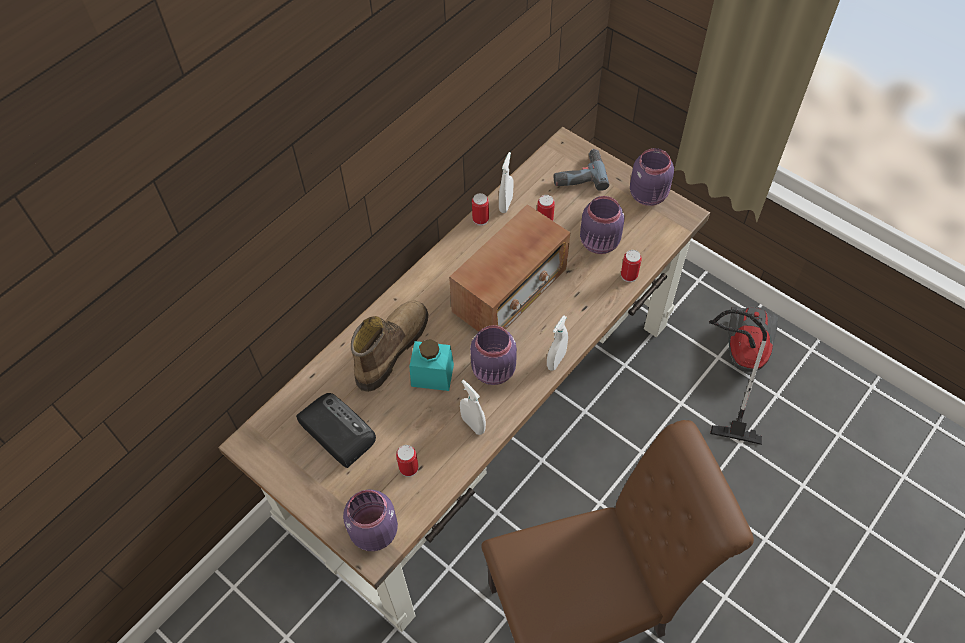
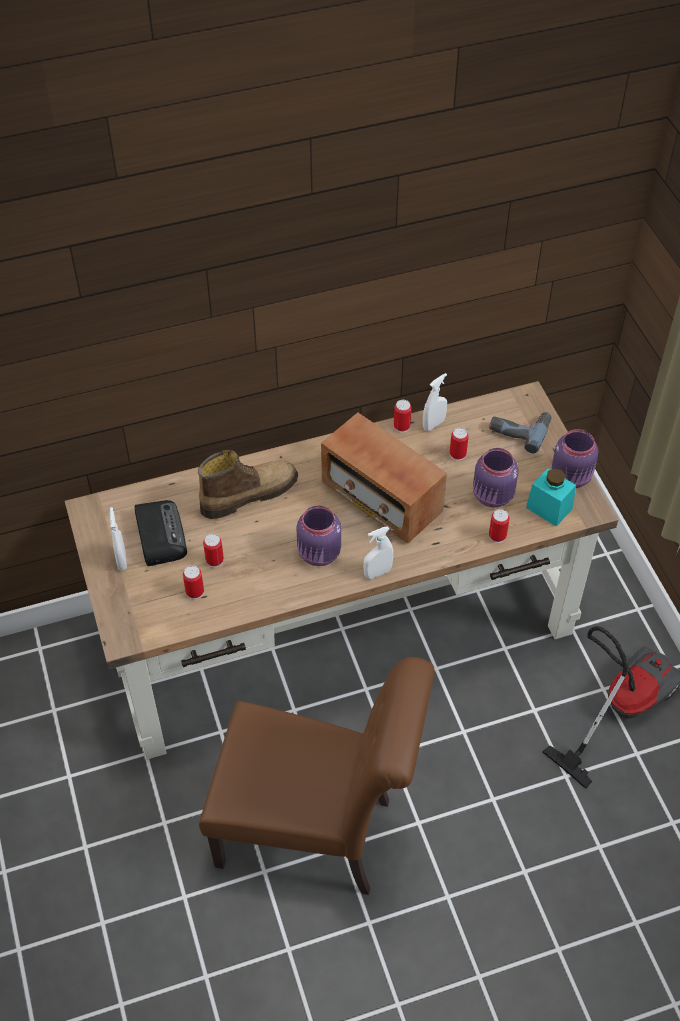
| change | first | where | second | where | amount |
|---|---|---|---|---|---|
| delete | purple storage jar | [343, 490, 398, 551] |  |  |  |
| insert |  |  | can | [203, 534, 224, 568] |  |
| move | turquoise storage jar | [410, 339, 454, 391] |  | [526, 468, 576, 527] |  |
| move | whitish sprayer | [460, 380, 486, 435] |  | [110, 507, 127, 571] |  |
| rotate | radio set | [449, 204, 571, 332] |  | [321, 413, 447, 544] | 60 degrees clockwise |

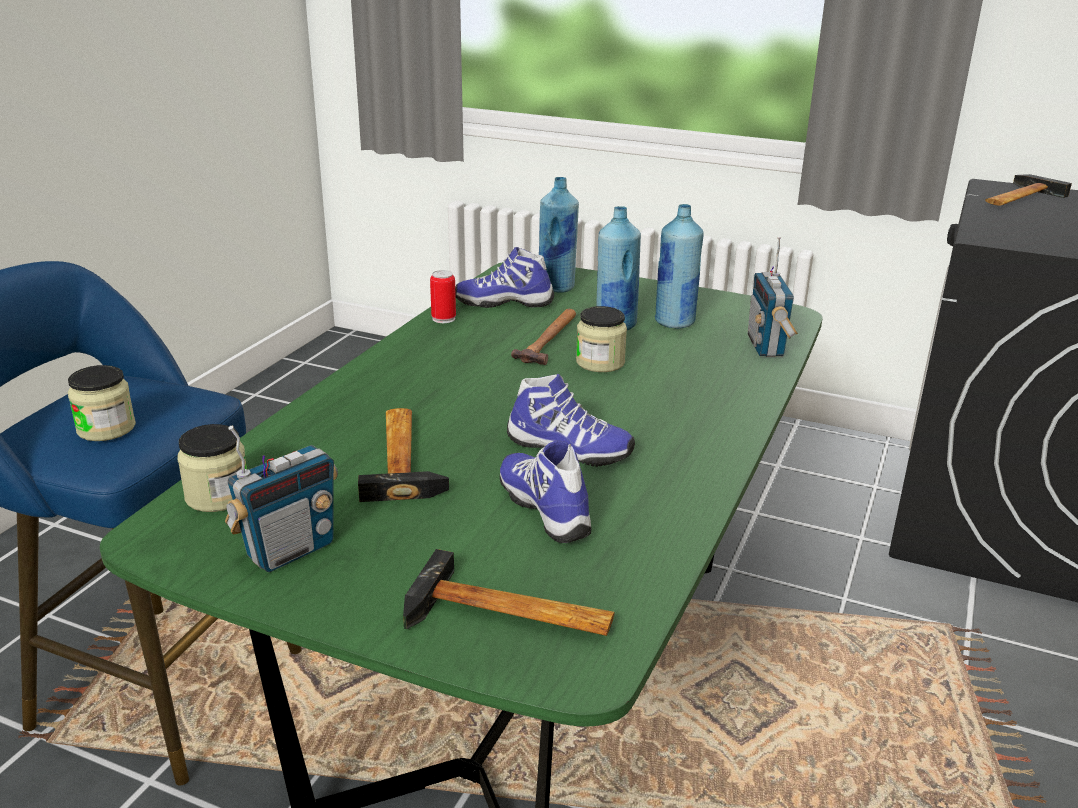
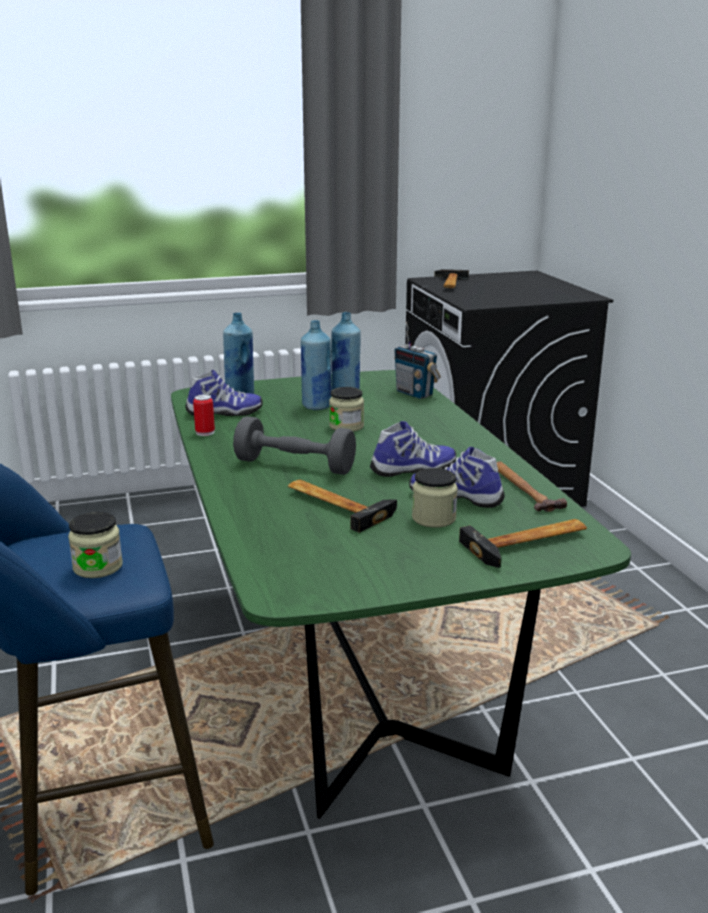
| change | first | where | second | where | amount |
|---|---|---|---|---|---|
| delete | radio set | [225, 426, 338, 572] |  |  |  |
| insert |  |  | greyish free weight | [233, 416, 356, 475] |  |
| move | storage jar | [177, 424, 247, 512] |  | [412, 468, 458, 528] |  |
| move | tool hammer | [511, 309, 576, 365] |  | [497, 461, 567, 512] |  |
| rotate | shoe | [455, 247, 554, 308] |  | [185, 370, 263, 416] | 150 degrees counterclockwise |

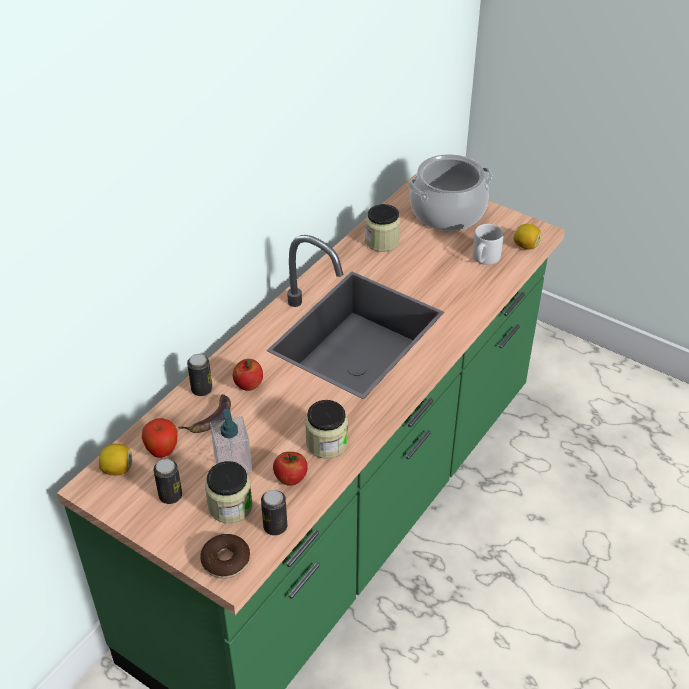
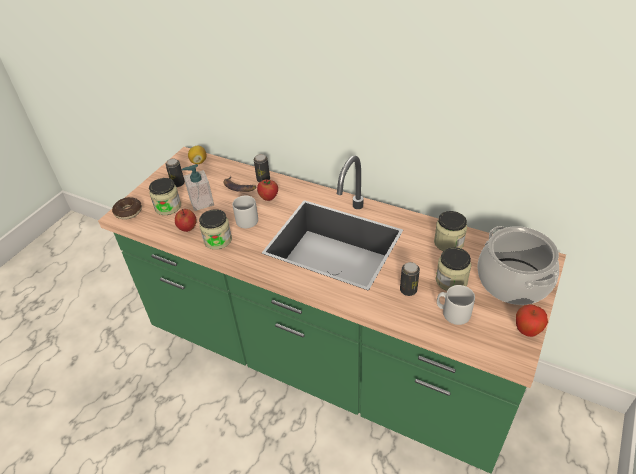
| change | first | where | second | where | amount |
|---|---|---|---|---|---|
| delete | citrus fruit | [514, 224, 541, 250] |  |  |  |
| insert |  |  | greyish mug | [232, 195, 258, 228] |  |
| insert |  |  | storage jar | [436, 247, 471, 291] |  |
| move | whole apple | [142, 418, 178, 458] |  | [516, 304, 548, 337] |  |
| move | can | [261, 490, 287, 536] |  | [400, 262, 420, 296] |  |

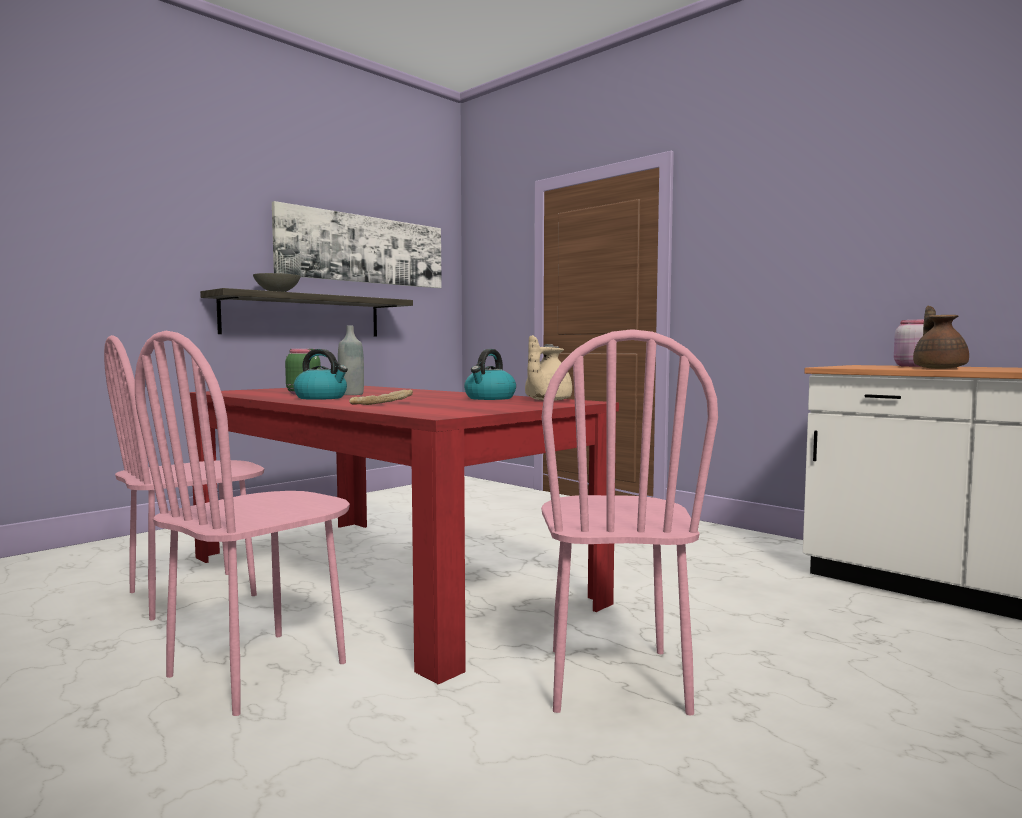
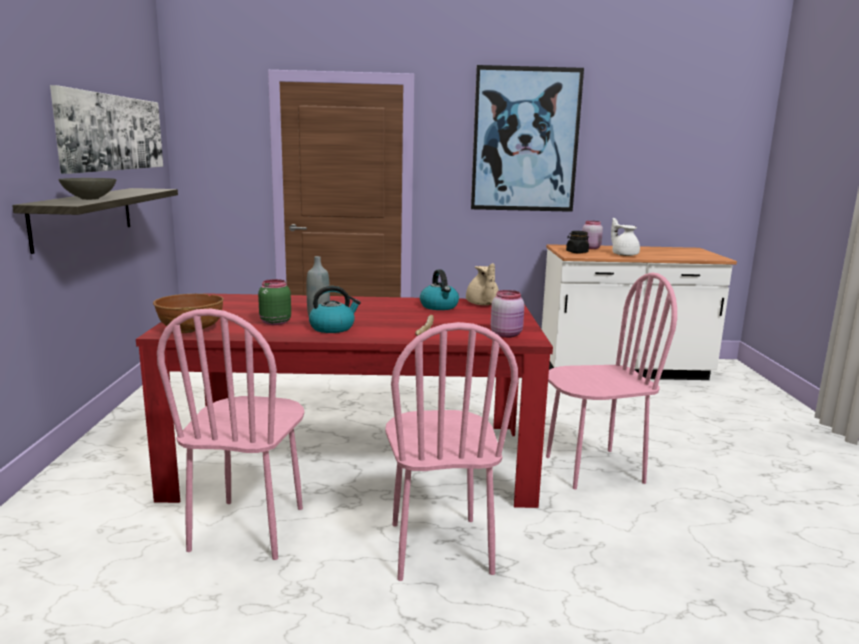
| change | first | where | second | where | amount |
|---|---|---|---|---|---|
| insert |  |  | brownish serving bowl | [153, 294, 224, 333] |  |
| insert |  |  | picture | [471, 65, 584, 212] |  |
| insert |  |  | pink storage jar | [491, 290, 524, 338] |  |
| insert |  |  | black storage jar | [566, 231, 589, 253] |  |
| recolor | brownish teapot | [913, 306, 969, 369] | whitish teapot | [611, 218, 640, 256] |  |
| rotate | pink chair | [541, 329, 718, 715] |  | [546, 272, 677, 490] | 60 degrees counterclockwise |

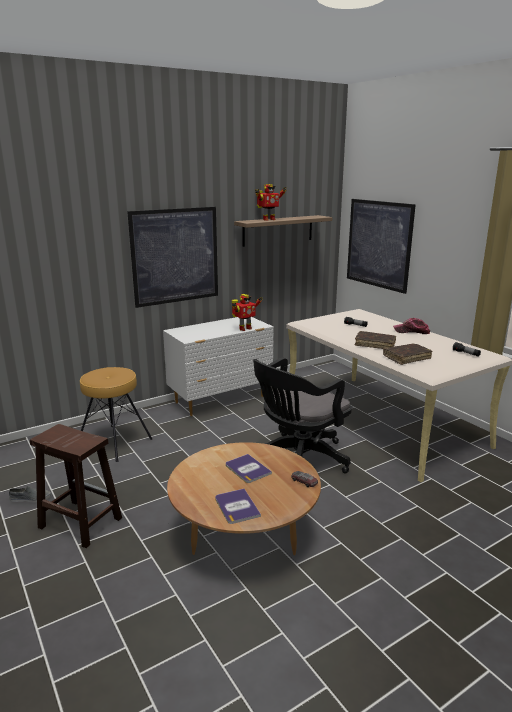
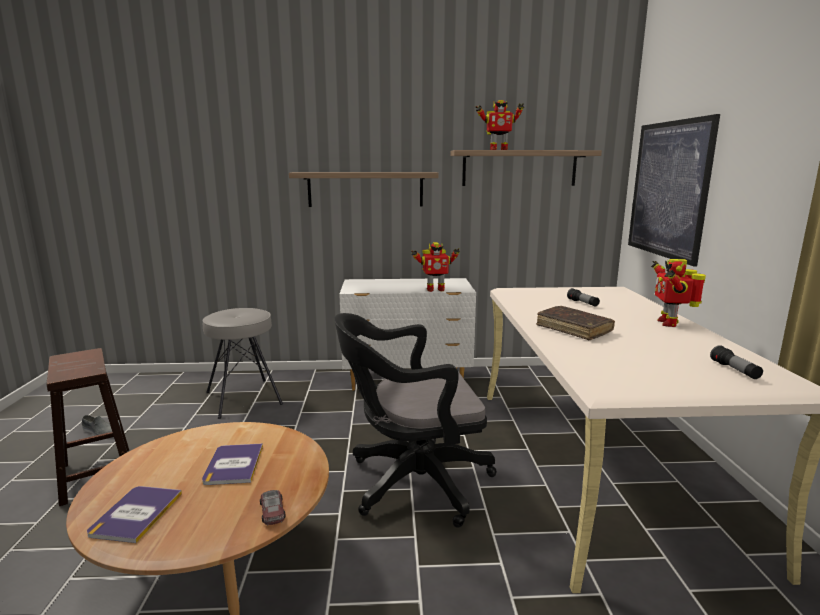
| change | first | where | second | where | amount |
|---|---|---|---|---|---|
| delete | brownish book | [383, 344, 432, 365] |  |  |  |
| replace | picture | [127, 207, 218, 308] | bracket shelf | [289, 172, 439, 207] |  |
| replace | cap | [393, 318, 430, 334] | toy robot | [651, 259, 706, 327] |  |
| recolor | brownish sitting stool | [80, 367, 152, 462] | greyish sitting stool | [202, 308, 283, 419] |  |

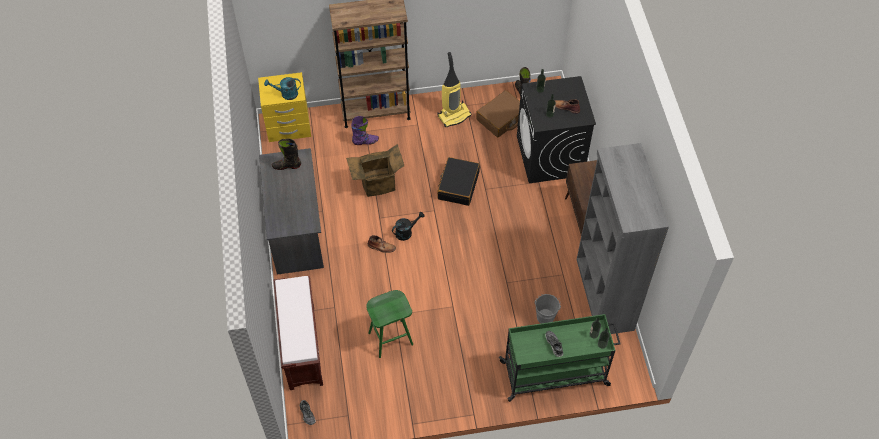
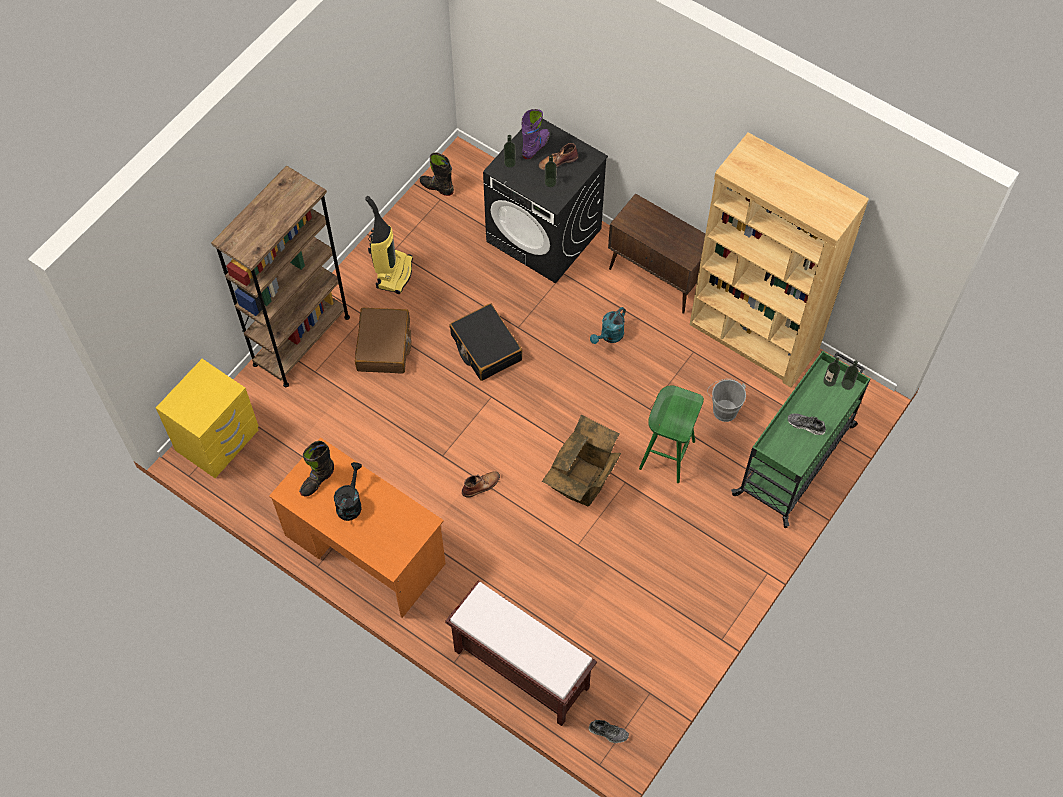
| change | first | where | second | where | amount |
|---|---|---|---|---|---|
| move | turquoise watering pot | [264, 77, 301, 100] |  | [590, 307, 626, 344] |  |
| move | carton | [346, 144, 404, 197] |  | [542, 414, 621, 506] |  |
| move | purple high-top boot | [351, 116, 379, 145] |  | [522, 109, 550, 159] |  |
| move | greenish sitting stool | [366, 290, 413, 358] |  | [639, 386, 704, 483] |  |
| move | black watering pot | [392, 212, 425, 241] |  | [334, 462, 362, 521] |  |
| move | brownish piece of luggage | [476, 90, 520, 137] |  | [355, 308, 411, 374] |  |
| recolor | greyish desk | [259, 148, 324, 275] | orange-coloured desk | [269, 437, 446, 618] |  |
| recolor | greyish bookshelf | [577, 143, 669, 334] | brownish bookshelf | [690, 132, 869, 388] |  |

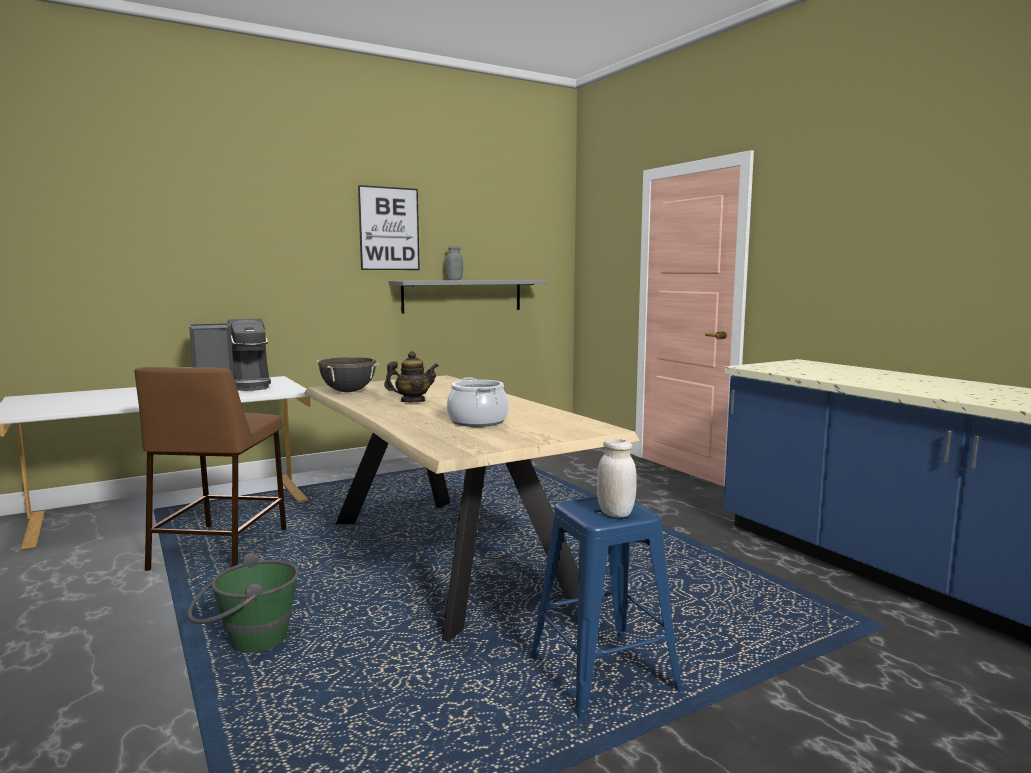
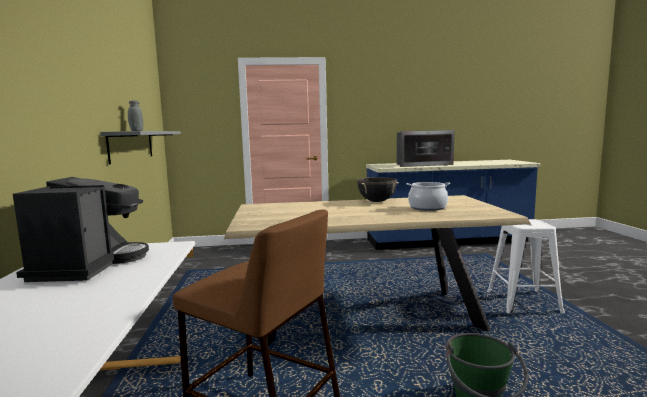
| change | first | where | second | where | amount |
|---|---|---|---|---|---|
| delete | picture | [358, 185, 420, 270] |  |  |  |
| delete | teapot | [384, 351, 438, 402] |  |  |  |
| delete | whitish storage jar | [597, 438, 637, 518] |  |  |  |
| insert |  |  | microwave | [397, 130, 455, 167] |  |
| move | black cooking pot | [317, 357, 379, 392] |  | [357, 177, 399, 202] |  |
| recolor | bluish sitting stool | [529, 497, 684, 719] | whitish sitting stool | [487, 219, 565, 313] |  |

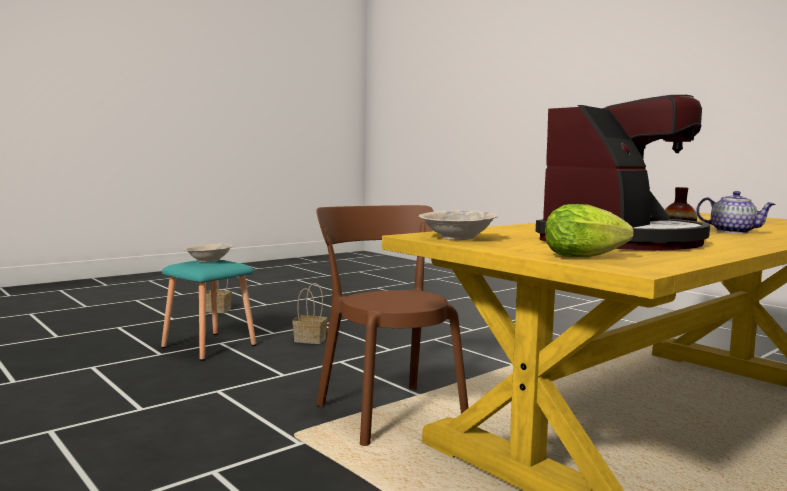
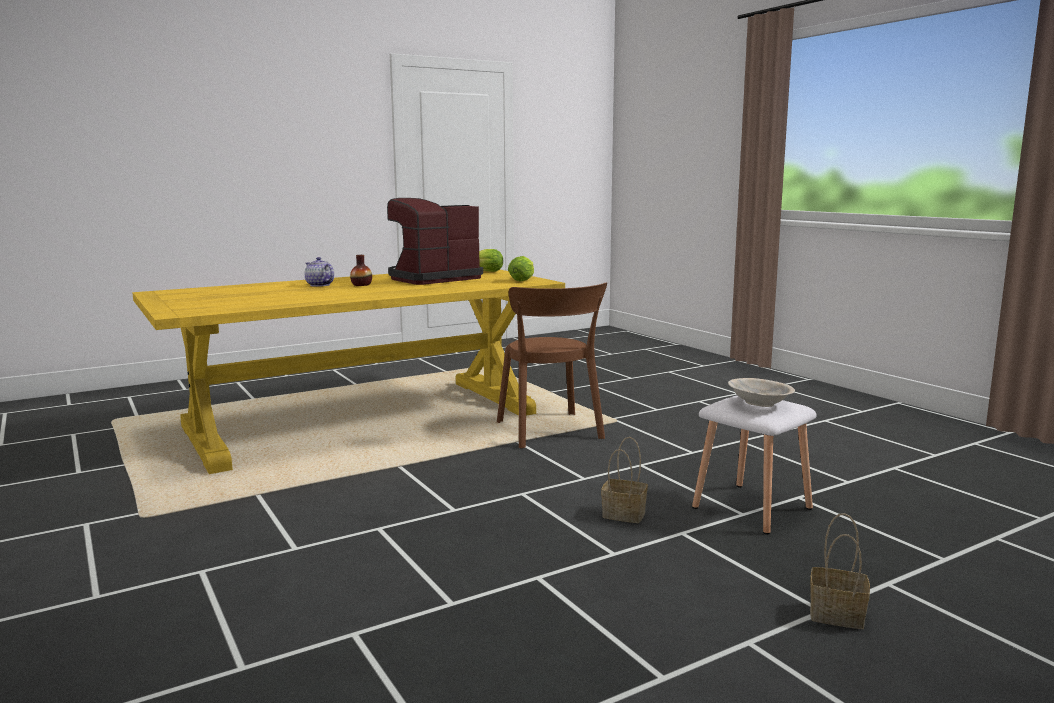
| change | first | where | second | where | amount |
|---|---|---|---|---|---|
| replace | sand-coloured serving bowl | [419, 210, 499, 240] | head of lettuce | [508, 256, 534, 282] |  |
| recolor | turquoise sitting stool | [161, 260, 256, 361] | whitish sitting stool | [692, 395, 817, 535] |  |

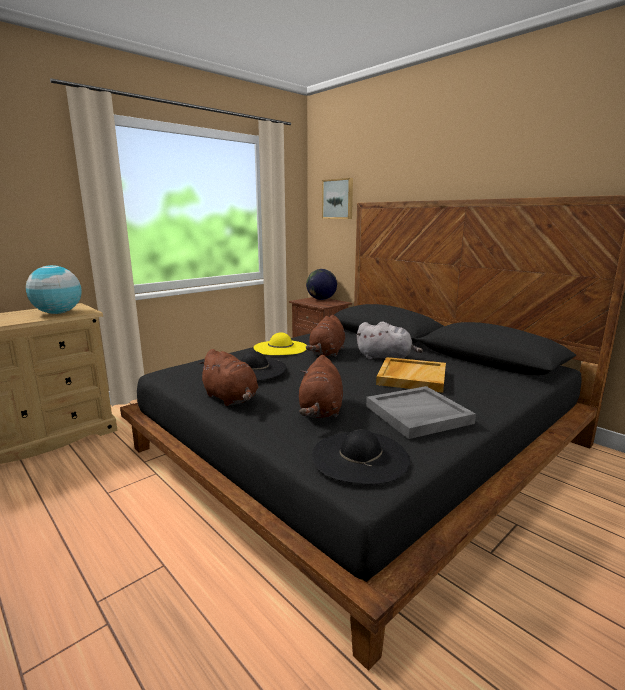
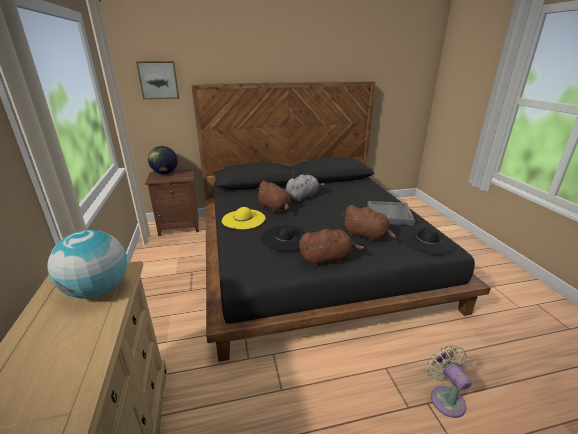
| change | first | where | second | where | amount |
|---|---|---|---|---|---|
| delete | sand-coloured serving tray | [376, 357, 446, 393] |  |  |  |
| insert |  |  | sand-coloured fan | [426, 345, 471, 418] |  |

